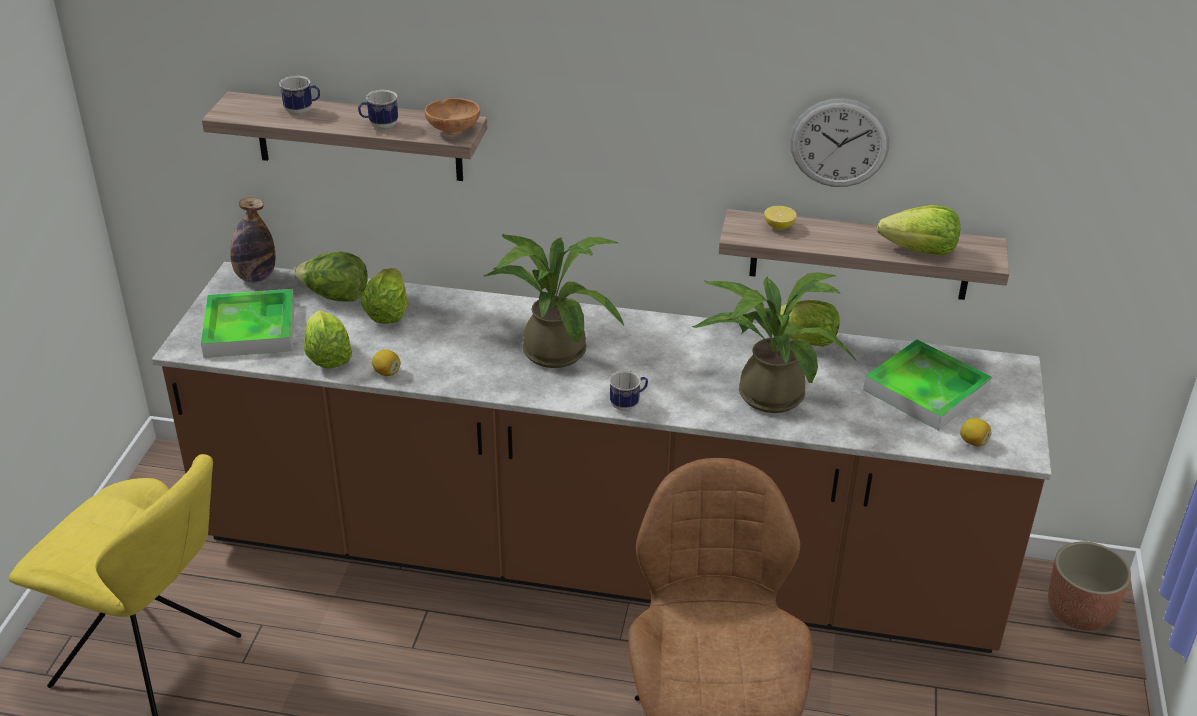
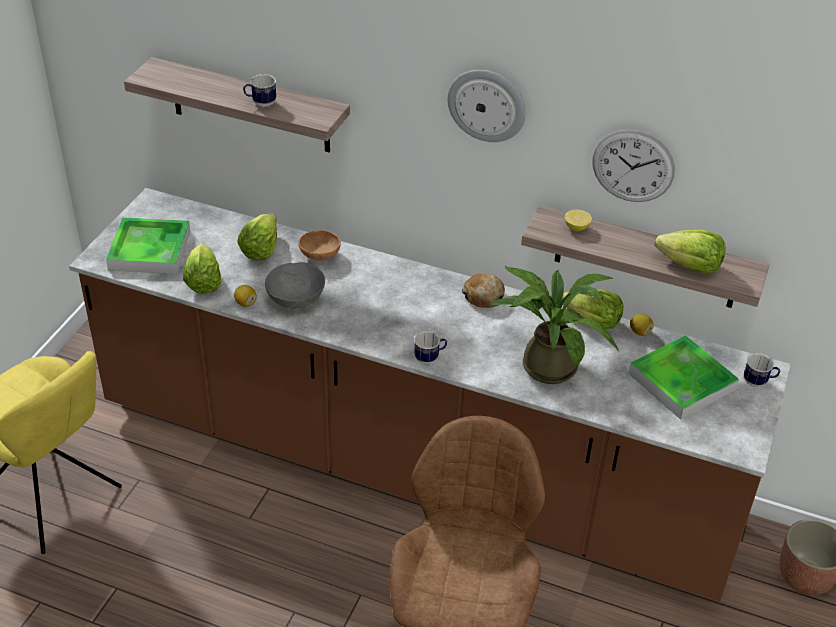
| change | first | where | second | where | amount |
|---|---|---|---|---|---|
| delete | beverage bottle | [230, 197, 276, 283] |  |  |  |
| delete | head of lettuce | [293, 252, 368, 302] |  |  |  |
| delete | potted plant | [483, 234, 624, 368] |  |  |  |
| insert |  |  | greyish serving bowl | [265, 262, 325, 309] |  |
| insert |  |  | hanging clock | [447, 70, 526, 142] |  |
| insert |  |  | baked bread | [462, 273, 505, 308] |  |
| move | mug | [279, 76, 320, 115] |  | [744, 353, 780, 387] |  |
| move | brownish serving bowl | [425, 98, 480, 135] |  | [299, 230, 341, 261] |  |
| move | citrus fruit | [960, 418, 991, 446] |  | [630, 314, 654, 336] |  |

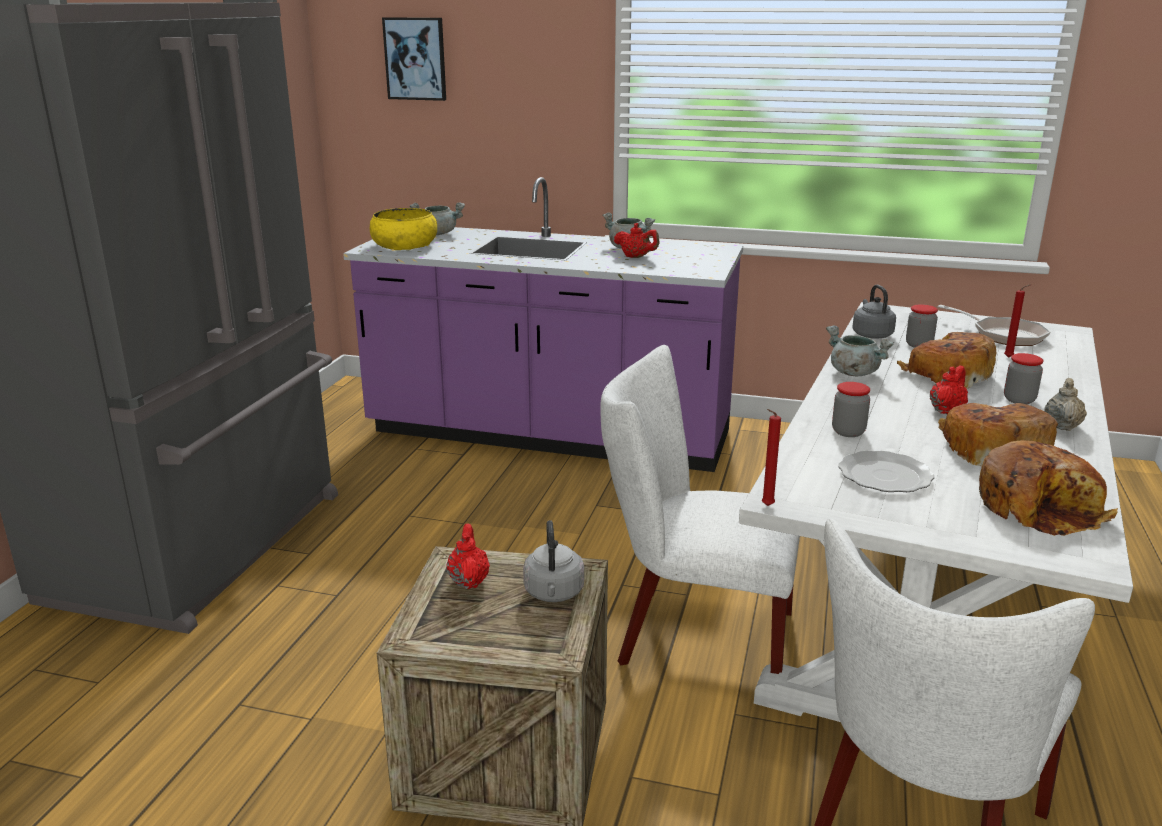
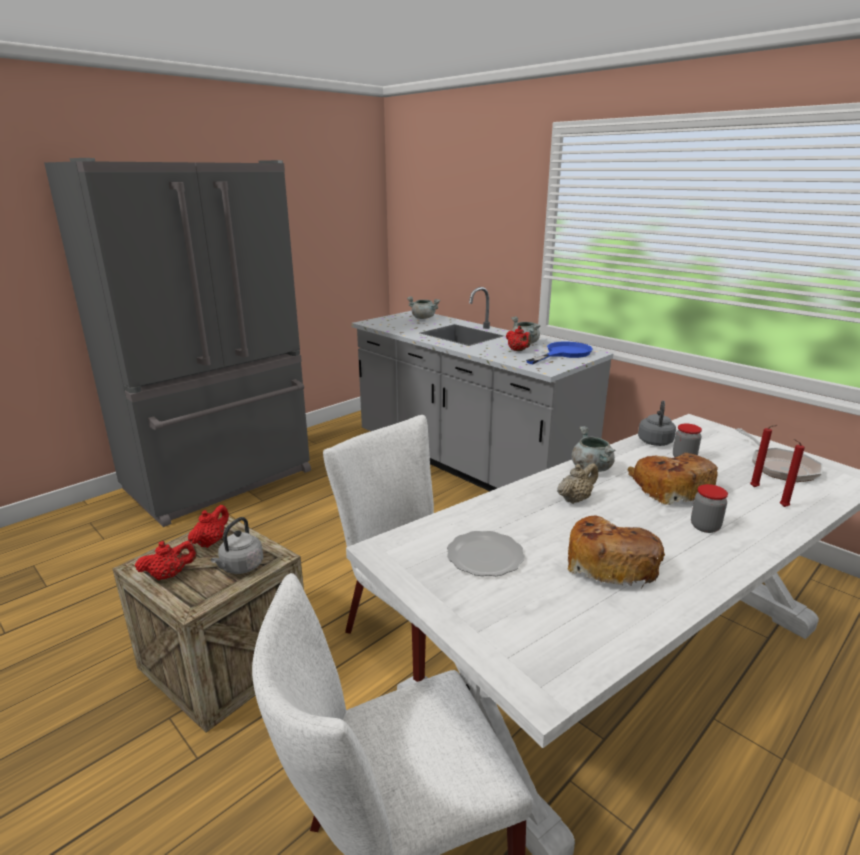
| change | first | where | second | where | amount |
|---|---|---|---|---|---|
| delete | yellow-coloured serving bowl | [370, 208, 437, 250] |  |  |  |
| delete | picture | [382, 17, 446, 101] |  |  |  |
| delete | storage jar | [832, 382, 870, 437] |  |  |  |
| delete | baked bread | [979, 440, 1118, 536] |  |  |  |
| insert |  |  | bluish frying pan | [526, 342, 593, 364] |  |
| move | reddish wax candle | [761, 409, 781, 506] |  | [780, 439, 805, 507] |  |
| move | reddish teapot | [930, 365, 968, 415] |  | [135, 541, 197, 580] |  |
| move | sand-coloured teapot | [1044, 378, 1087, 431] |  | [557, 463, 598, 504] |  |
| recolor | purple kitchen base unit | [343, 177, 743, 472] | greyish kitchen base unit | [351, 287, 614, 491] |  |

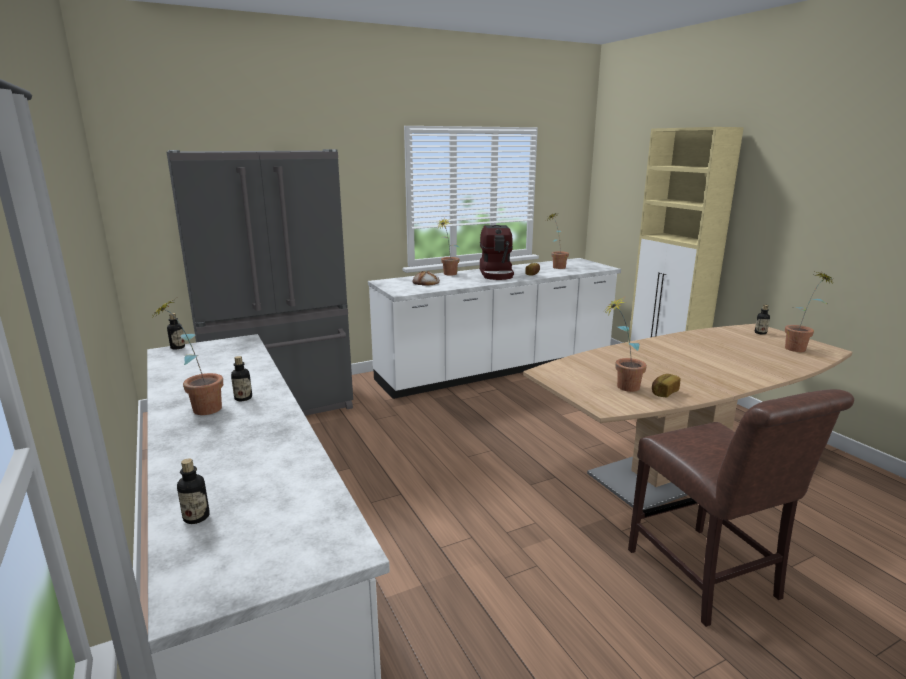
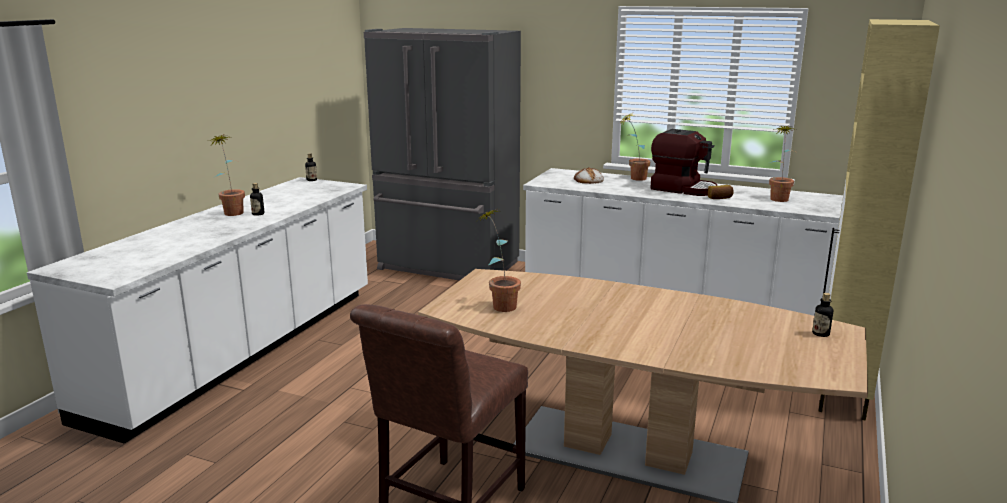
| change | first | where | second | where | amount |
|---|---|---|---|---|---|
| delete | beverage bottle | [177, 458, 210, 524] |  |  |  |
| delete | baked bread | [652, 374, 681, 397] |  |  |  |
| delete | potted plant | [785, 272, 835, 352] |  |  |  |
| rotate | coffee maker | [480, 225, 514, 280] |  | [650, 129, 717, 196] | 105 degrees counterclockwise |

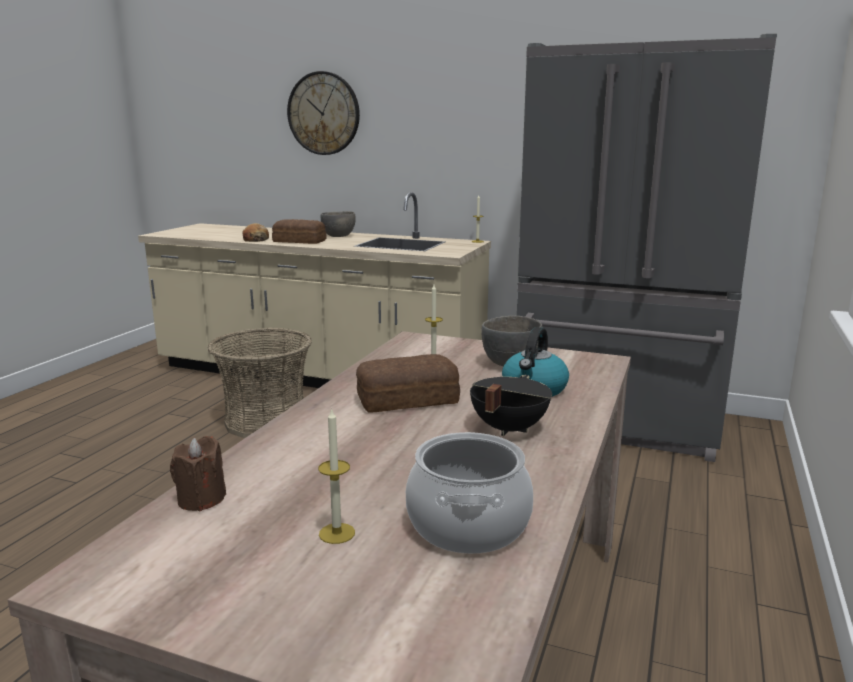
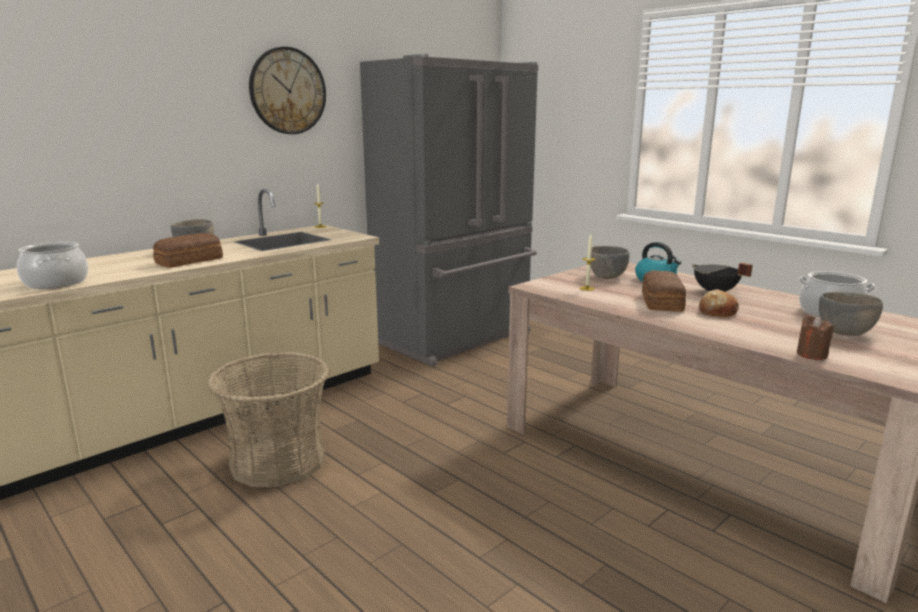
| change | first | where | second | where | amount |
|---|---|---|---|---|---|
| insert |  |  | cooking pot | [17, 242, 88, 289] |  |
| move | baked bread | [242, 223, 269, 242] |  | [699, 289, 739, 317] |  |
| move | hanging clock | [287, 71, 360, 155] |  | [249, 47, 326, 134] |  |
| replace | wax candle | [318, 408, 355, 544] | greyish serving bowl | [819, 292, 883, 336] |  |

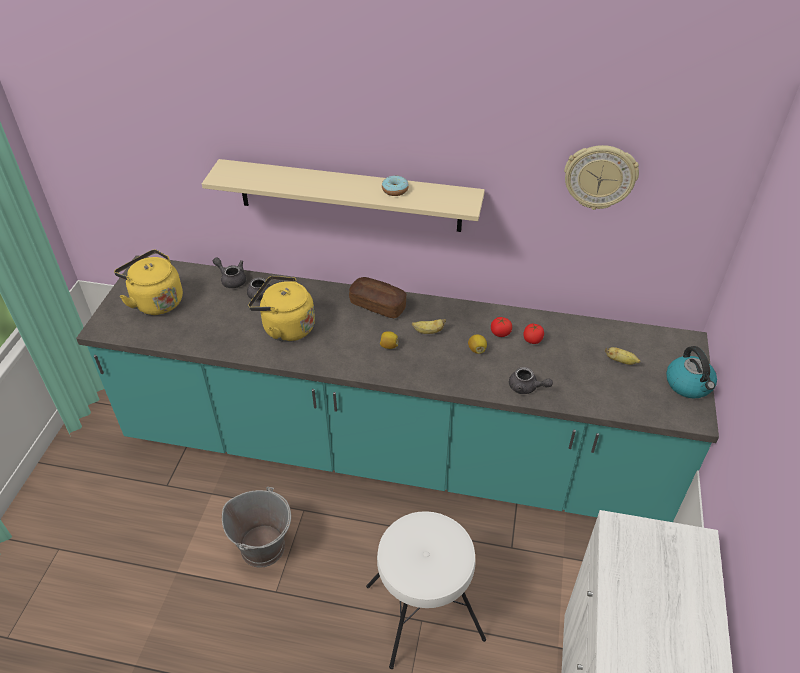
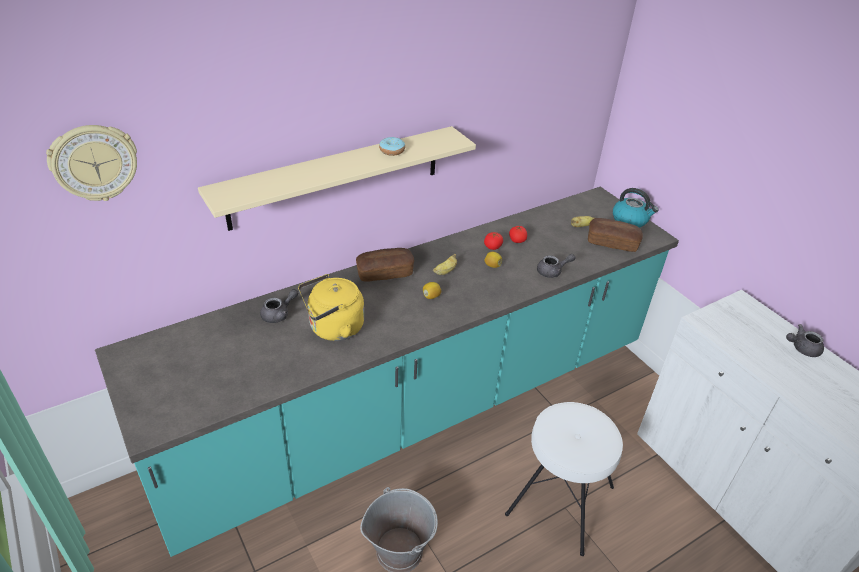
| change | first | where | second | where | amount |
|---|---|---|---|---|---|
| delete | yellow-coloured kettle | [114, 249, 183, 315] |  |  |  |
| insert |  |  | baked bread | [588, 218, 643, 252] |  |
| move | greyish teapot | [213, 257, 246, 288] |  | [786, 324, 824, 357] |  |
| move | hanging clock | [564, 145, 639, 210] |  | [46, 125, 137, 201] |  |

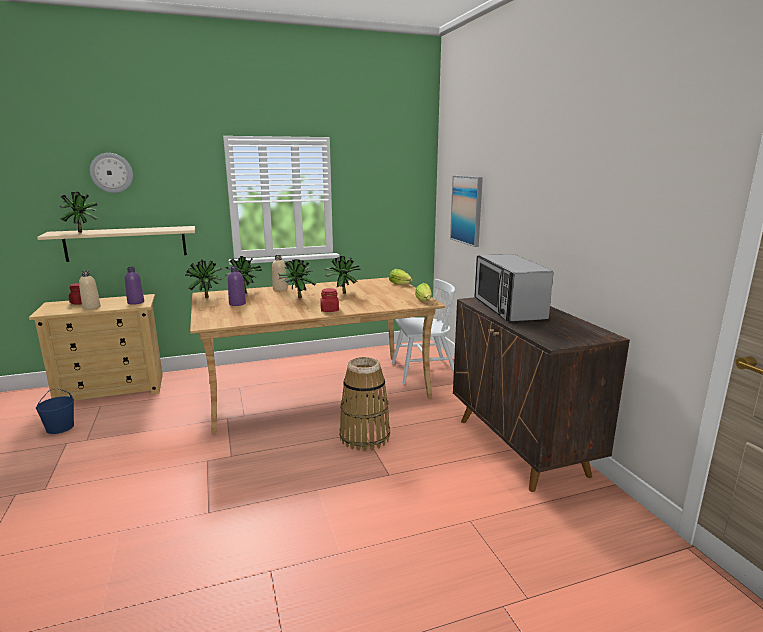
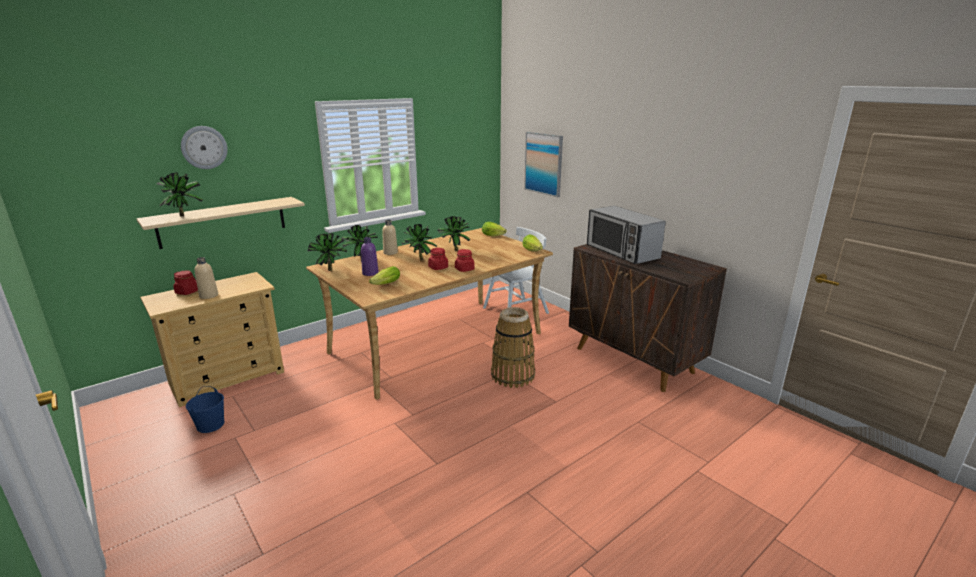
| change | first | where | second | where | amount |
|---|---|---|---|---|---|
| delete | purple beverage bottle | [125, 267, 144, 305] |  |  |  |
| insert |  |  | head of lettuce | [369, 266, 400, 285] |  |
| insert |  |  | reddish storage jar | [428, 248, 448, 270] |  |

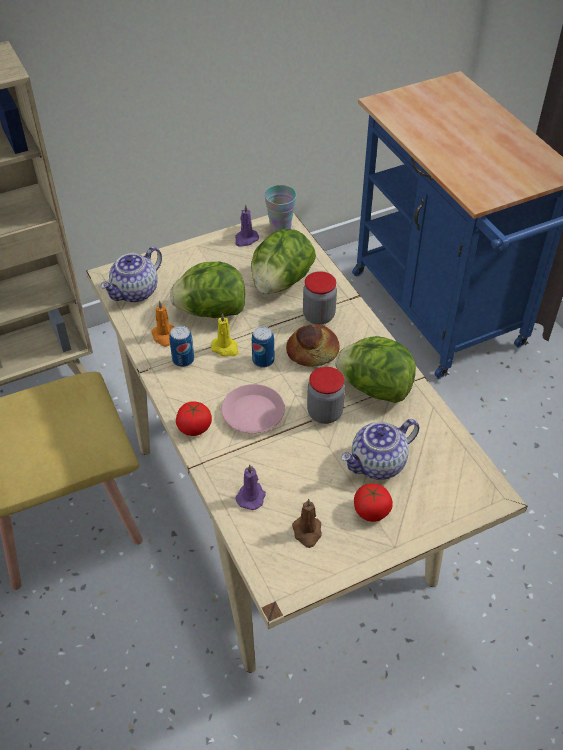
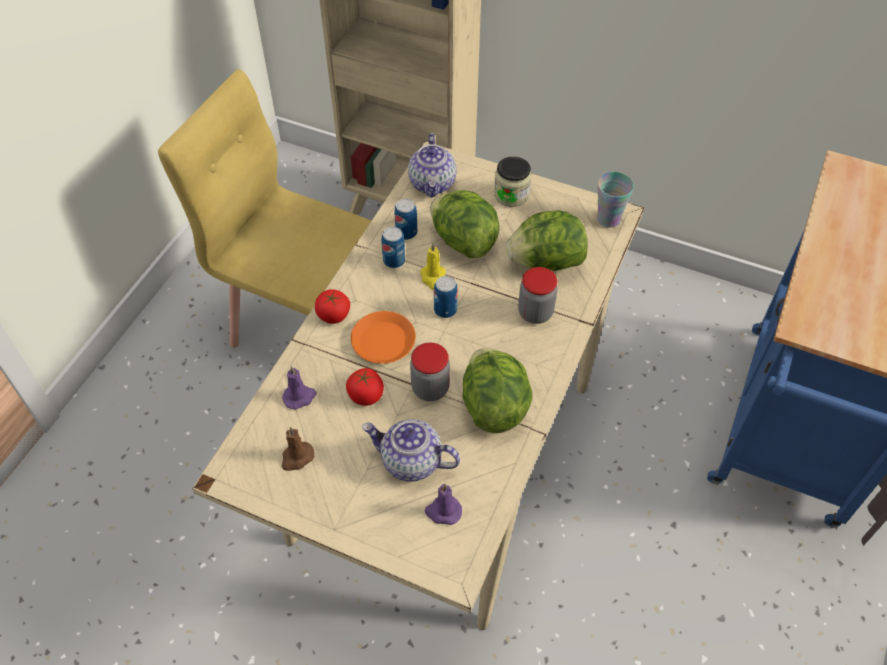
| change | first | where | second | where | amount |
|---|---|---|---|---|---|
| delete | baked bread | [286, 324, 340, 367] |  |  |  |
| insert |  |  | storage jar | [494, 157, 532, 207] |  |
| move | purple wax candle | [235, 204, 259, 247] |  | [424, 484, 462, 525] |  |
| move | fresh tomato | [354, 484, 393, 522] |  | [346, 368, 384, 406] |  |
| replace | orange-coloured wax candle | [151, 300, 174, 347] | can | [394, 199, 417, 240] |  |
| recolor | pink dinner plate | [221, 384, 285, 433] | orange-coloured dinner plate | [351, 311, 416, 364] |  |
| rotate | teapot | [101, 247, 162, 303] |  | [408, 133, 456, 198] | 90 degrees counterclockwise |

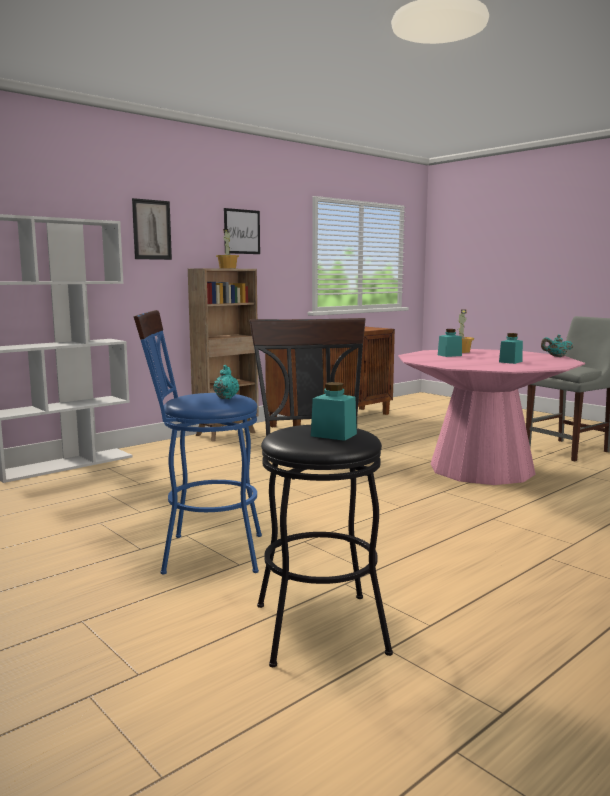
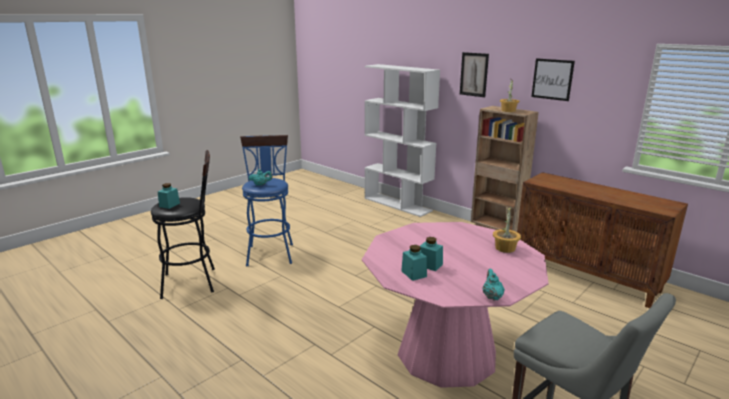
| change | first | where | second | where | amount |
|---|---|---|---|---|---|
| move | turquoise storage jar | [438, 329, 462, 357] |  | [401, 245, 427, 281] |  |

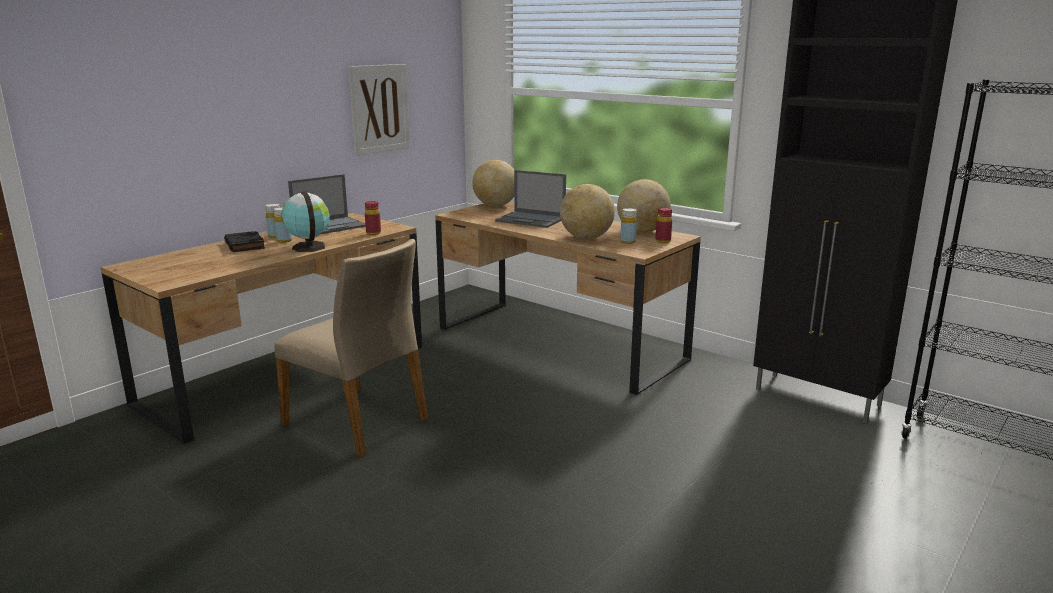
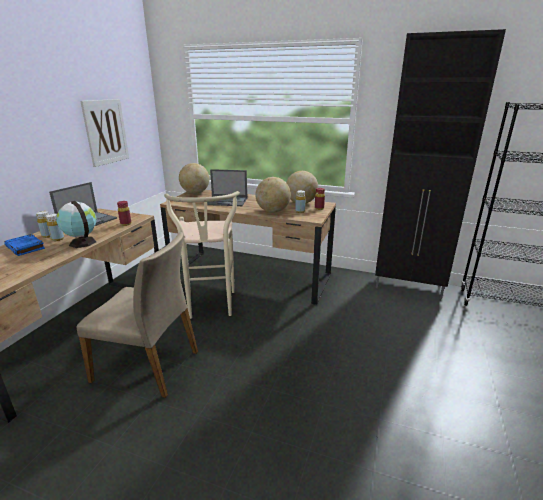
| change | first | where | second | where | amount |
|---|---|---|---|---|---|
| insert |  |  | sand-coloured sitting stool | [164, 191, 240, 319] |  |
| recolor | black book | [224, 231, 265, 252] | bluish book | [4, 234, 45, 256] |  |

